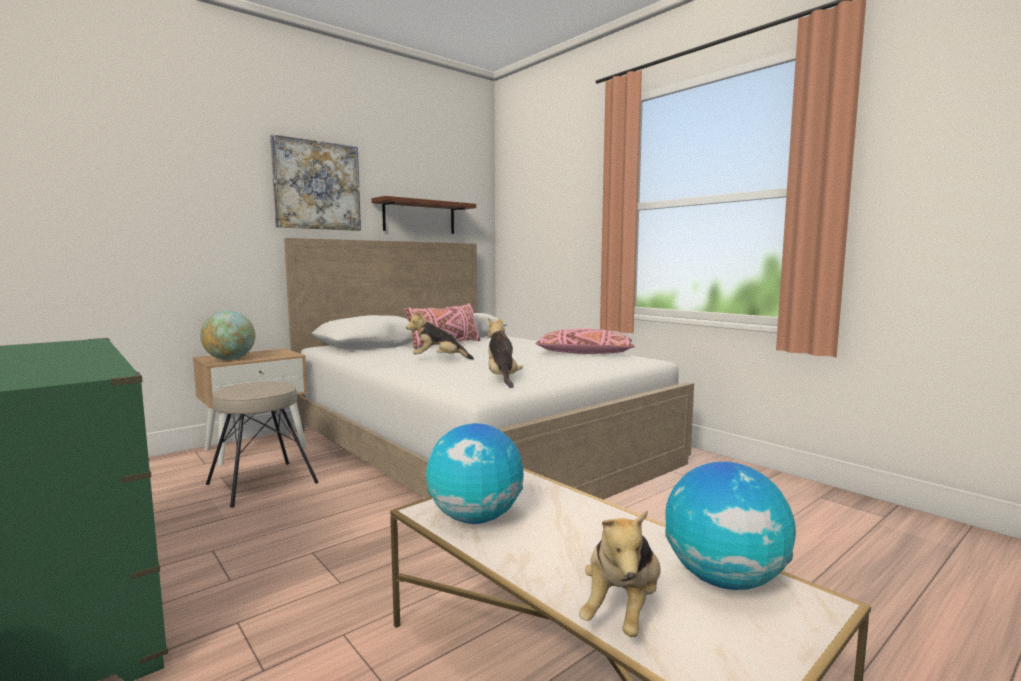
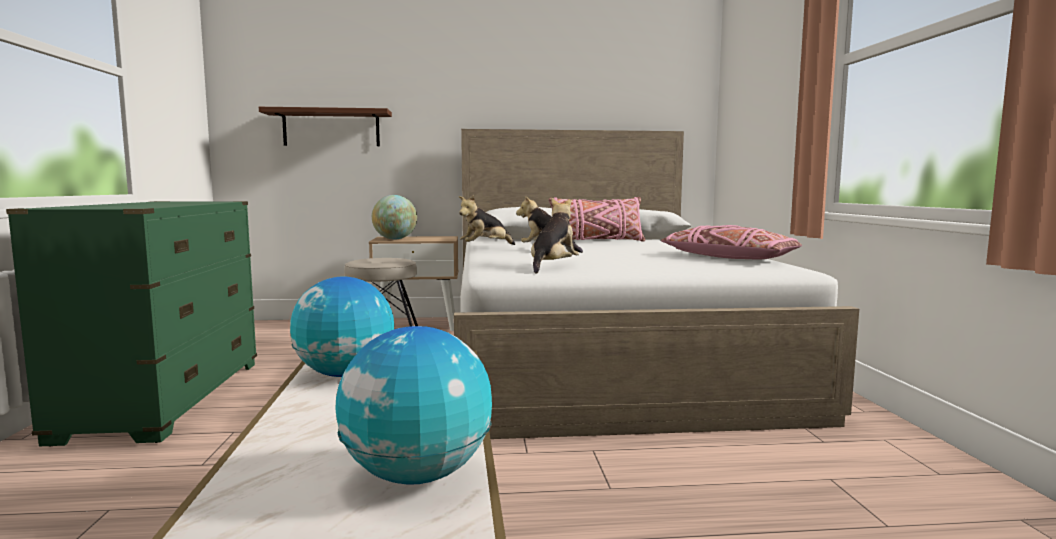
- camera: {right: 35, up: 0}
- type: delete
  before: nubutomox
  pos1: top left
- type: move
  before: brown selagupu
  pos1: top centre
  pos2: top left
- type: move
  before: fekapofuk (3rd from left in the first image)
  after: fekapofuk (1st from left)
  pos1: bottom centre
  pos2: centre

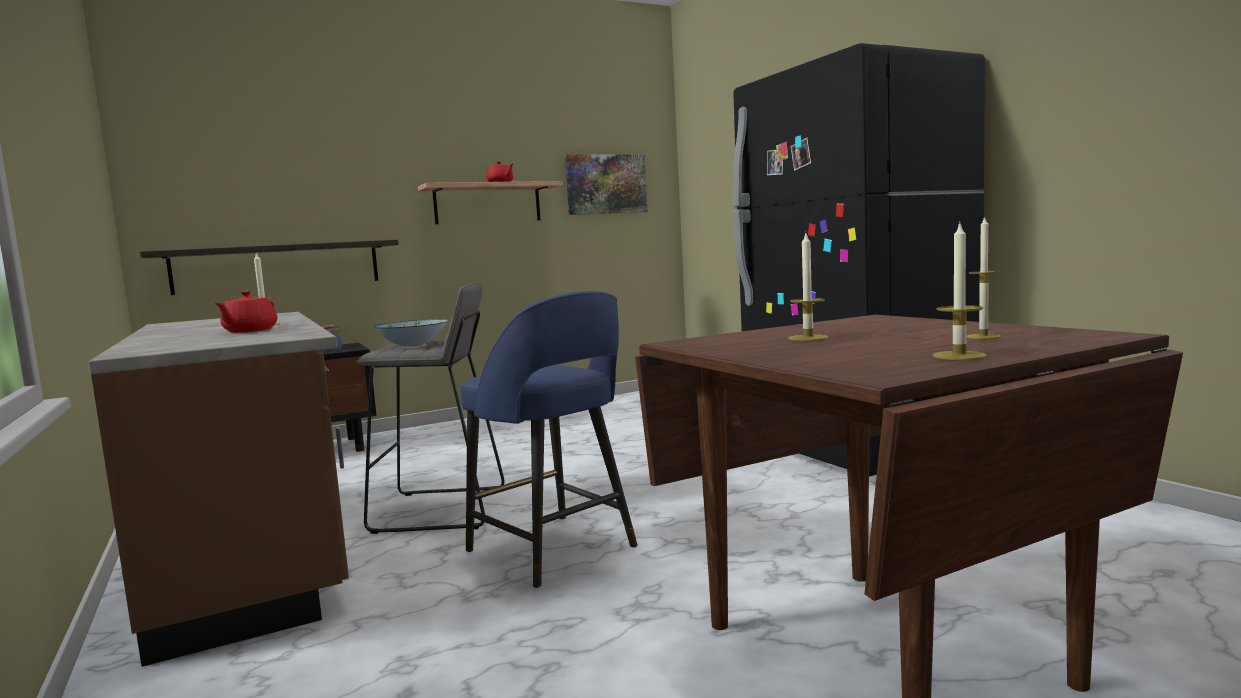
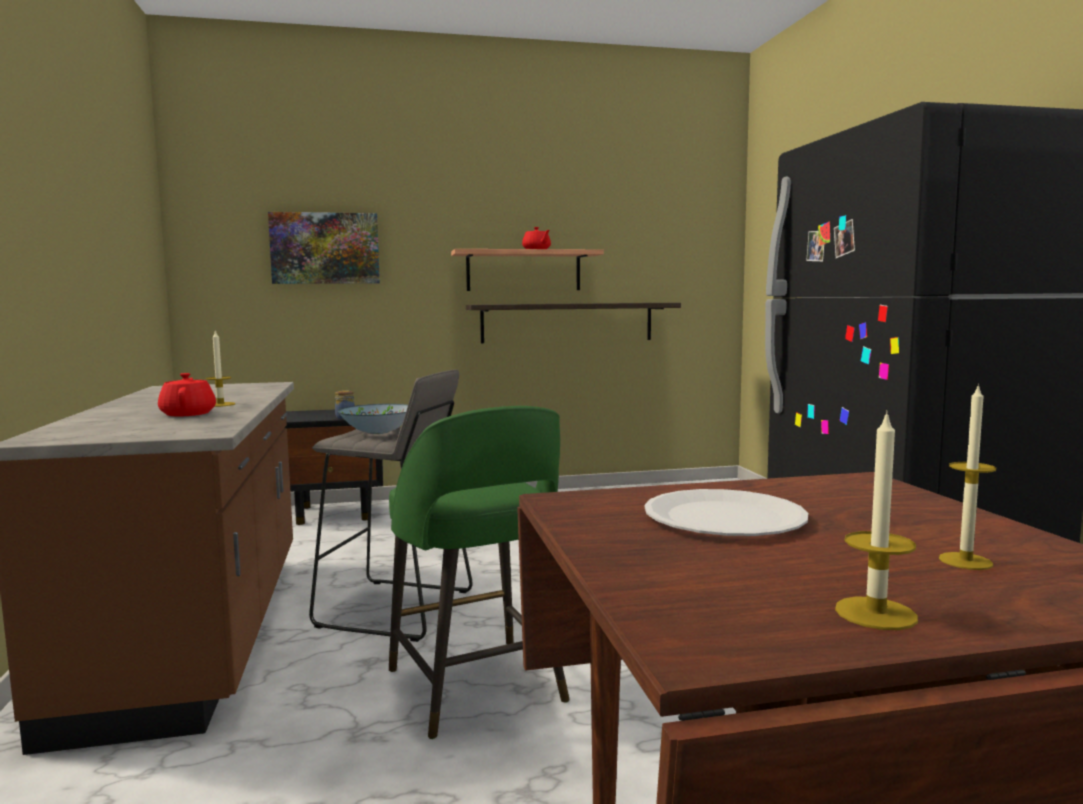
- camera: {right: 15, up: 0}
- type: move
  before: selagupu (1st from left in the first image)
  after: selagupu (2nd from left)
  pos1: middle left
  pos2: centre
- type: rotate
  before: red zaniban (1st from left)
  pos1: middle left
  pos2: middle left
  turn: 135
- type: recolor
  before: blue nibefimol
  after: green nibefimol
  pos1: centre
  pos2: bottom centre
- type: move
  before: nubutomox
  pos1: top centre
  pos2: top left
- type: replace
  before: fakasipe (2nd from left)
  after: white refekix
  pos1: centre
  pos2: middle right

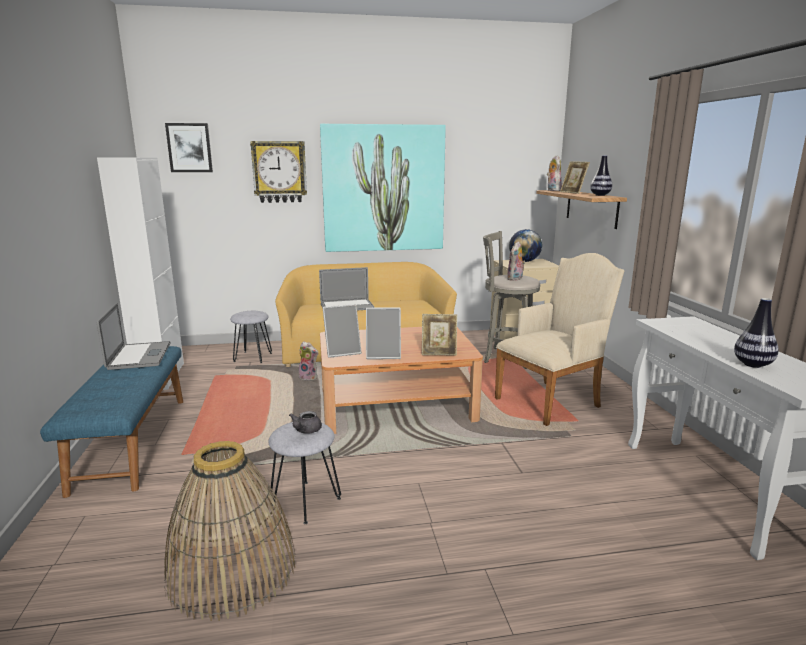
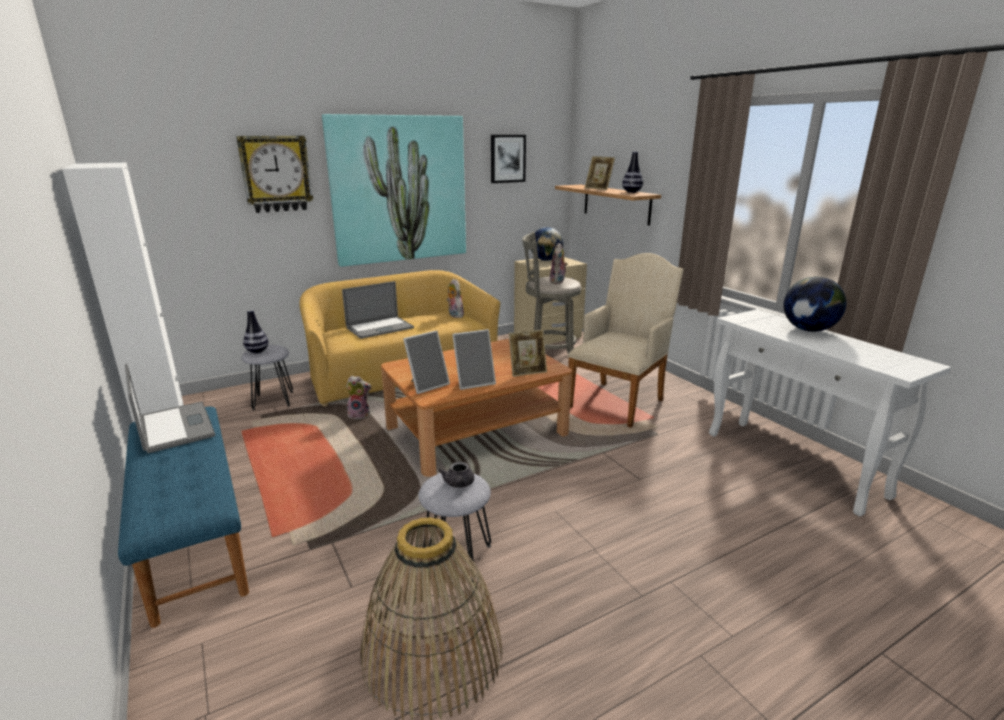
- camera: {right: -20, up: 5}
- type: move
  before: nubutomox (1st from left in the first image)
  after: nubutomox (2nd from left)
  pos1: top left
  pos2: top centre
- type: move
  before: fekapofuk (3rd from left in the first image)
  after: fekapofuk (2nd from left)
  pos1: top right
  pos2: centre
- type: move
  before: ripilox (2nd from left in the first image)
  after: ripilox (1st from left)
  pos1: middle right
  pos2: middle left
- type: insert
  after: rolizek (2nd from left)
  pos2: middle right

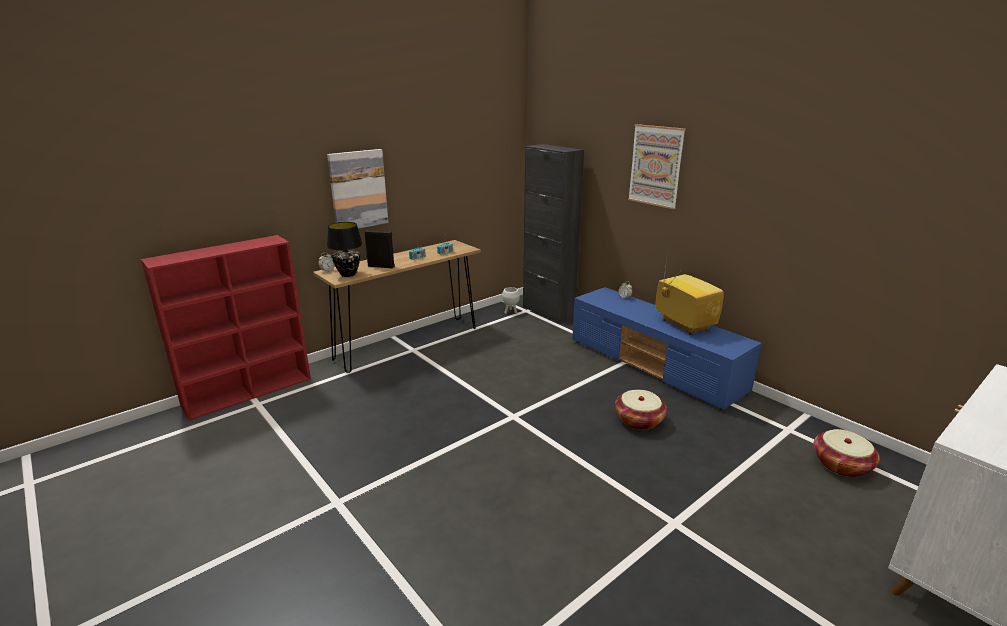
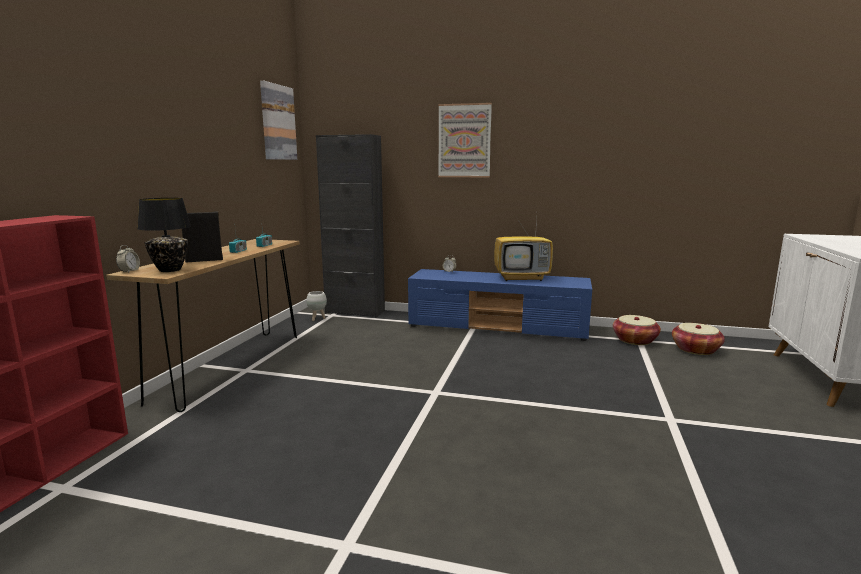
- camera: {right: -35, up: -10}
- type: move
  before: nubutomox (1st from left)
  pos1: top centre
  pos2: top left
- type: move
  before: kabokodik (1st from left)
  pos1: centre
  pos2: middle right
- type: rotate
  before: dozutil
  pos1: middle right
  pos2: centre
  turn: 150

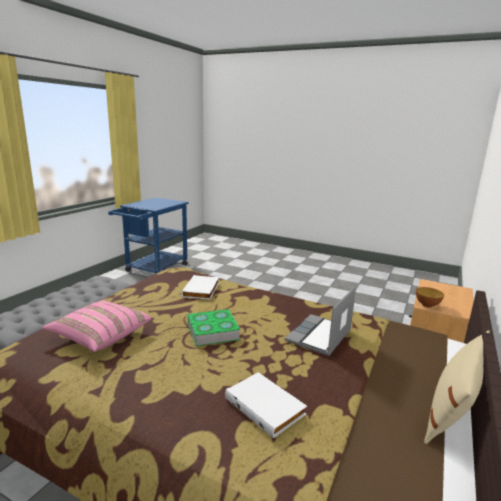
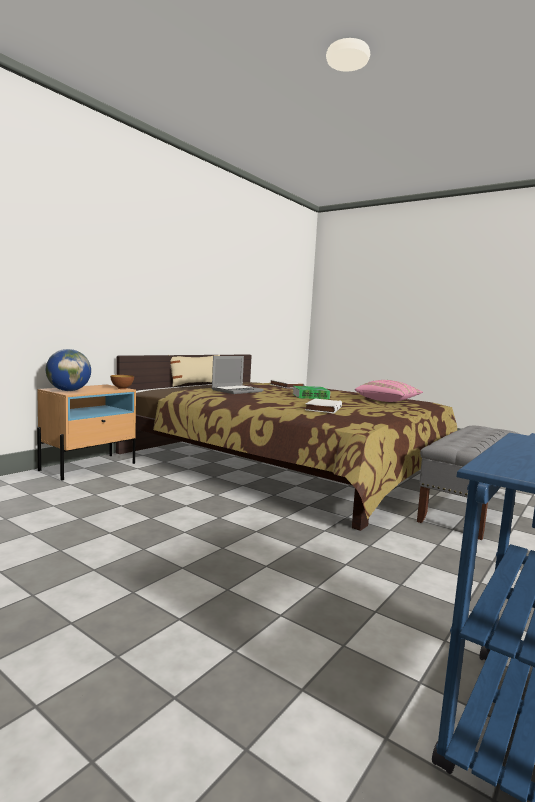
- camera: {right: -170, up: -10}
- type: insert
  after: rolizek
  pos2: middle left

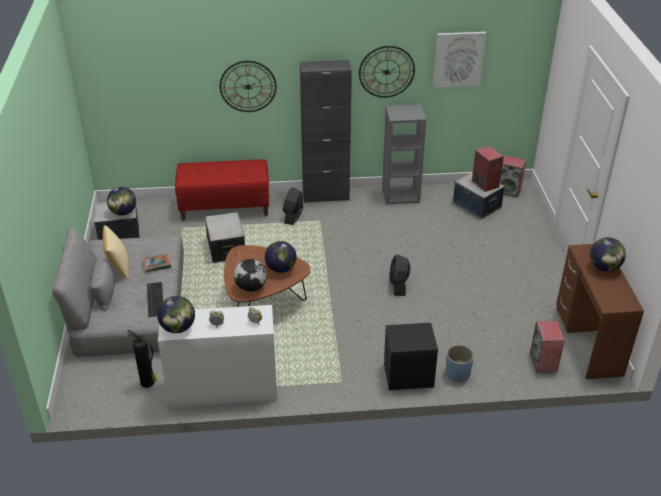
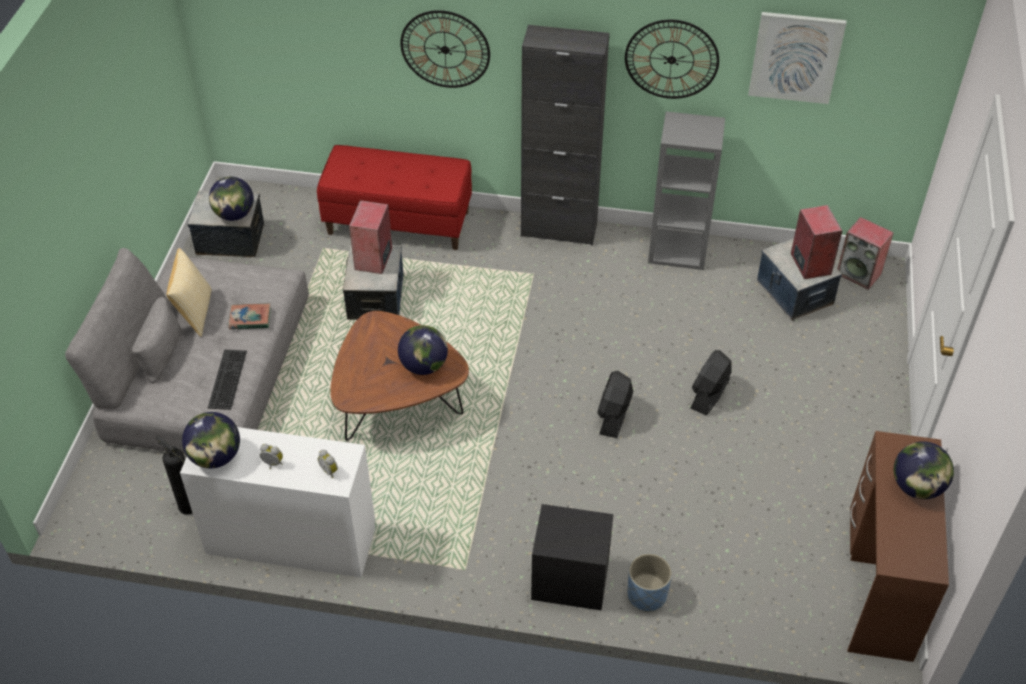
- camera: {right: 15, up: 10}
- type: delete
  before: rolizek (3rd from left)
  pos1: centre
- type: move
  before: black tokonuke (1st from left in the first image)
  after: black tokonuke (2nd from left)
  pos1: centre
  pos2: middle right
- type: move
  before: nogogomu (3rd from left in the first image)
  after: nogogomu (1st from left)
  pos1: bottom right
  pos2: centre

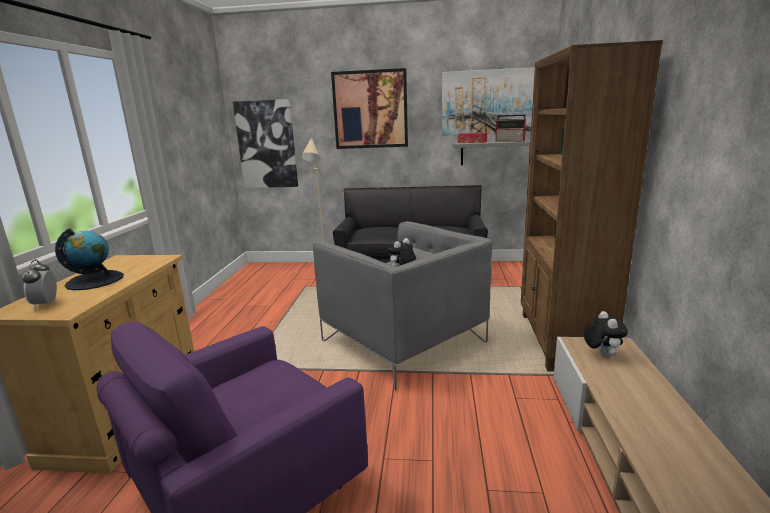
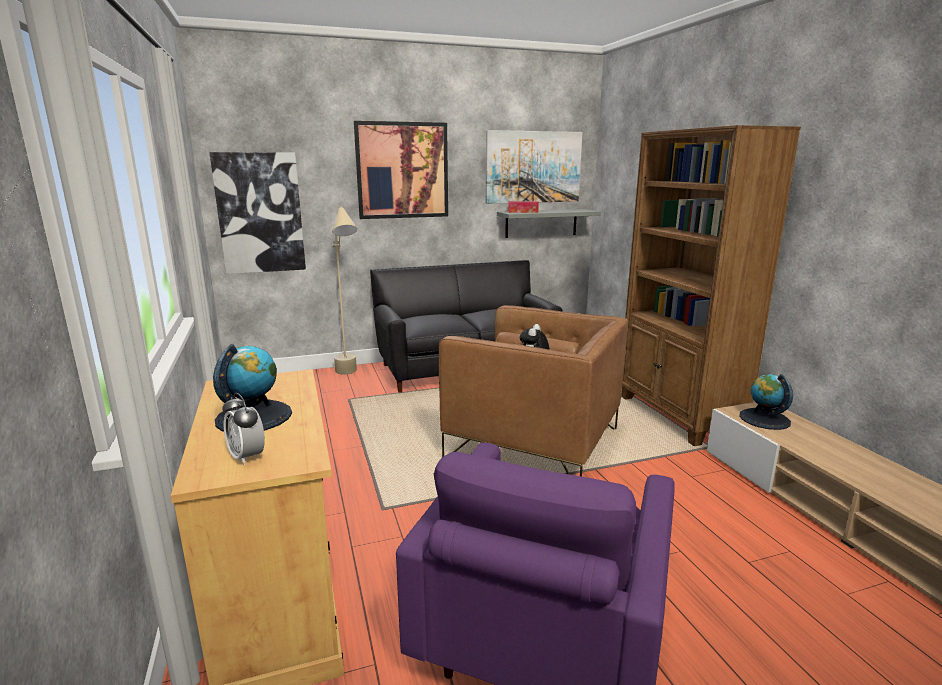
- camera: {right: -25, up: 0}
- type: recolor
  before: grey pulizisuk
  after: brown pulizisuk
  pos1: centre
  pos2: centre
- type: delete
  before: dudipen
  pos1: top centre
- type: replace
  before: fekapofuk (2nd from left)
  after: rolizek (2nd from left)
  pos1: middle right
  pos2: middle right

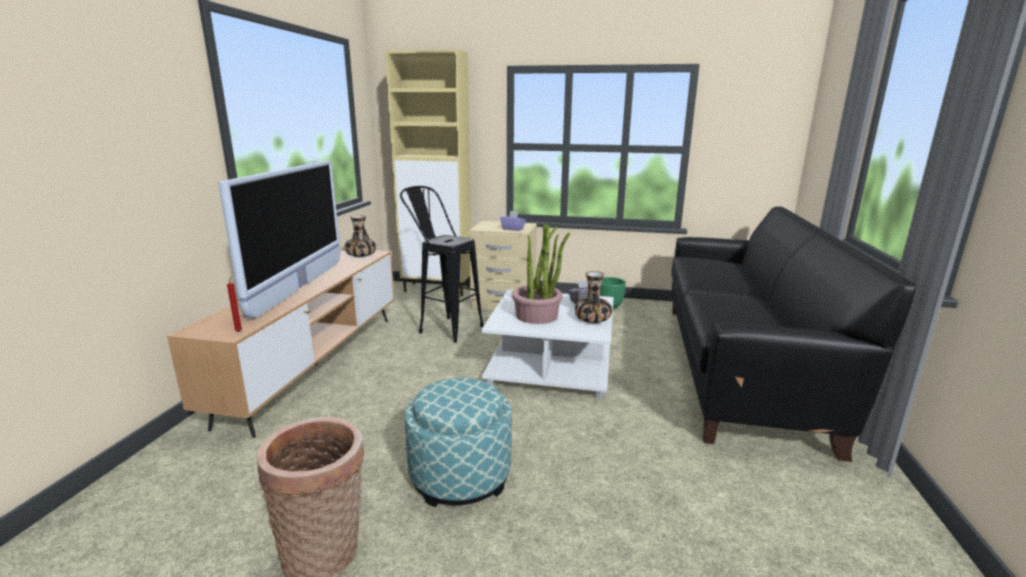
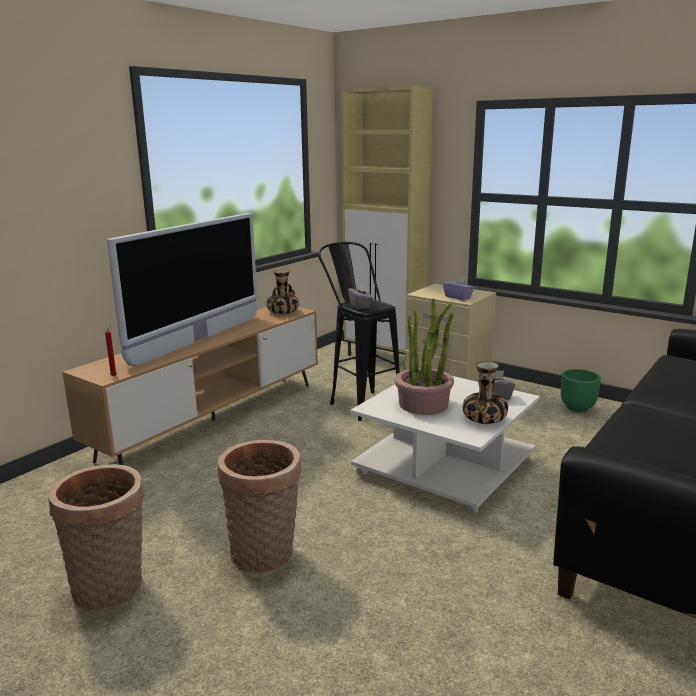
- camera: {right: 25, up: 0}
- type: replace
  before: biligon
  after: kabokodik (2nd from left)
  pos1: bottom centre
  pos2: bottom centre
- type: insert
  after: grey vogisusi (1st from left)
  pos2: centre

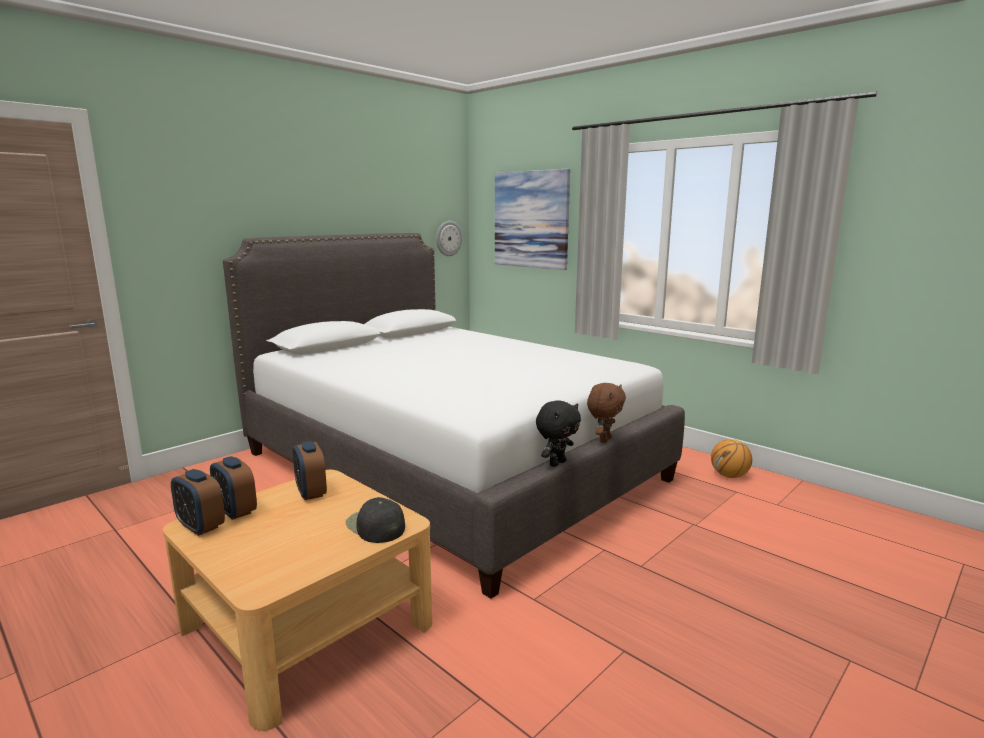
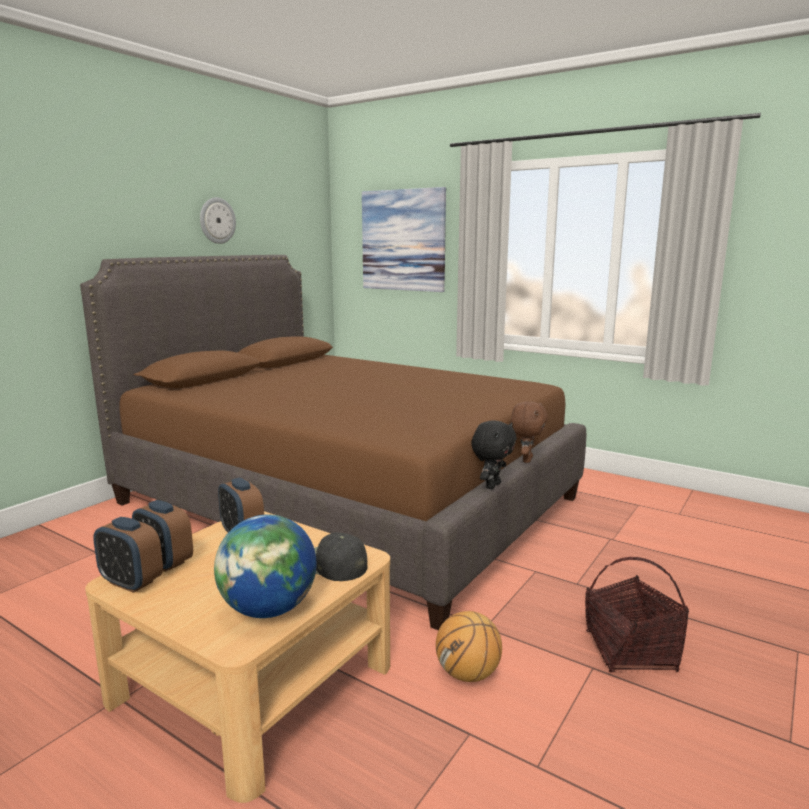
- camera: {right: -10, up: 0}
- type: recolor
  before: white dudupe
  after: brown dudupe
  pos1: centre
  pos2: centre
- type: move
  before: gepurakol
  pos1: top centre
  pos2: top left
- type: move
  before: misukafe
  pos1: middle right
  pos2: bottom centre
- type: insert
  after: rolizek
  pos2: bottom left
- type: insert
  after: kabokodik
  pos2: bottom right

